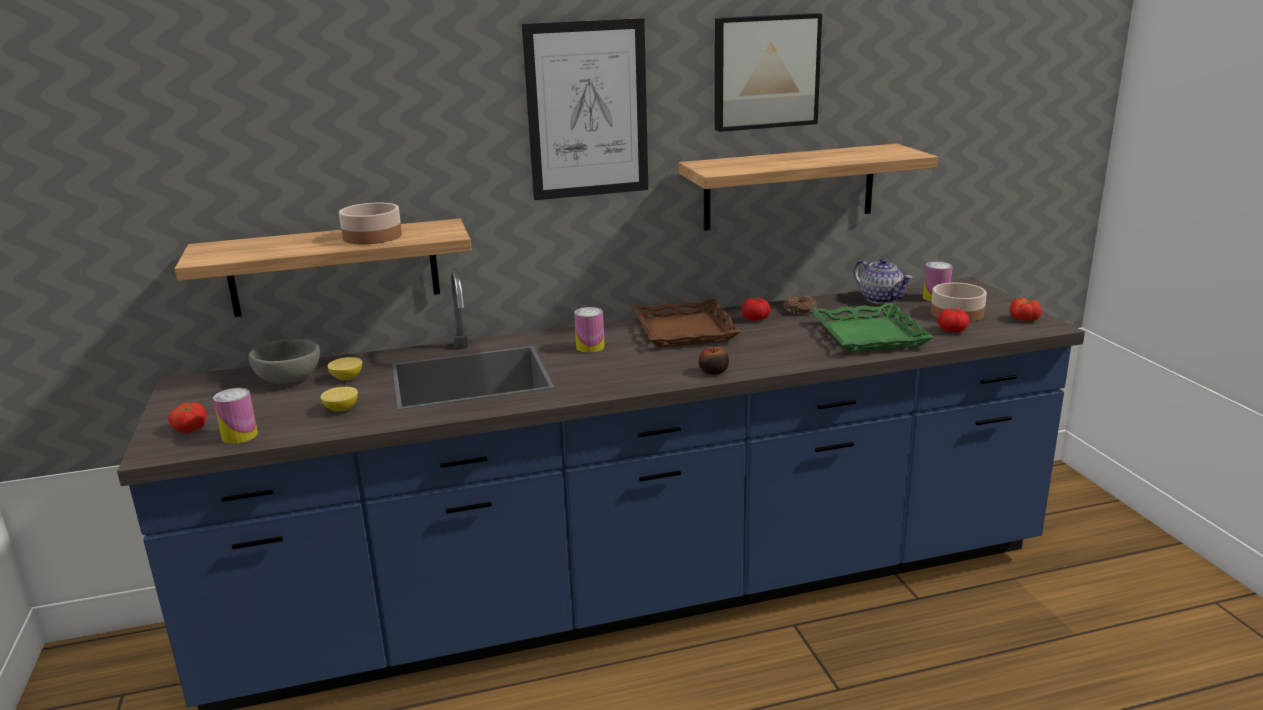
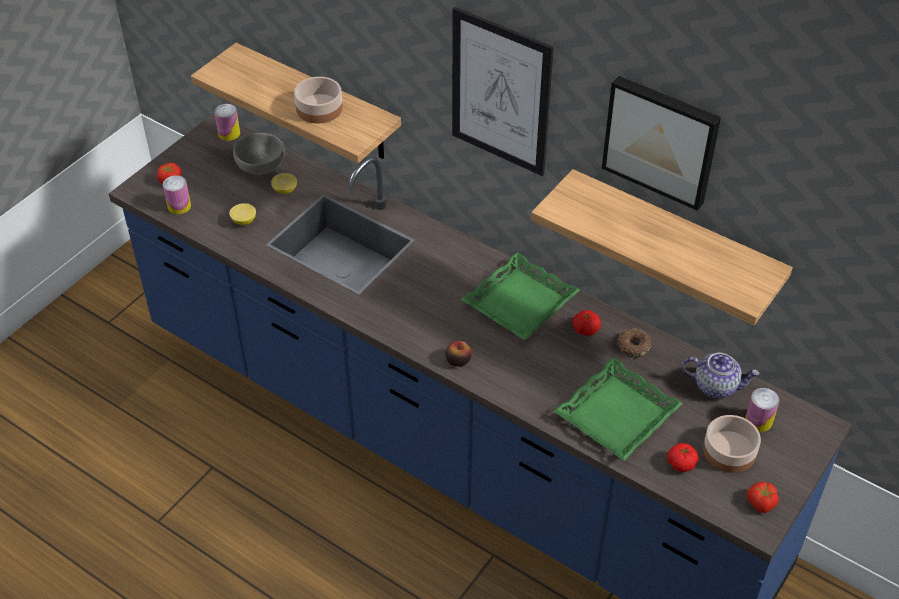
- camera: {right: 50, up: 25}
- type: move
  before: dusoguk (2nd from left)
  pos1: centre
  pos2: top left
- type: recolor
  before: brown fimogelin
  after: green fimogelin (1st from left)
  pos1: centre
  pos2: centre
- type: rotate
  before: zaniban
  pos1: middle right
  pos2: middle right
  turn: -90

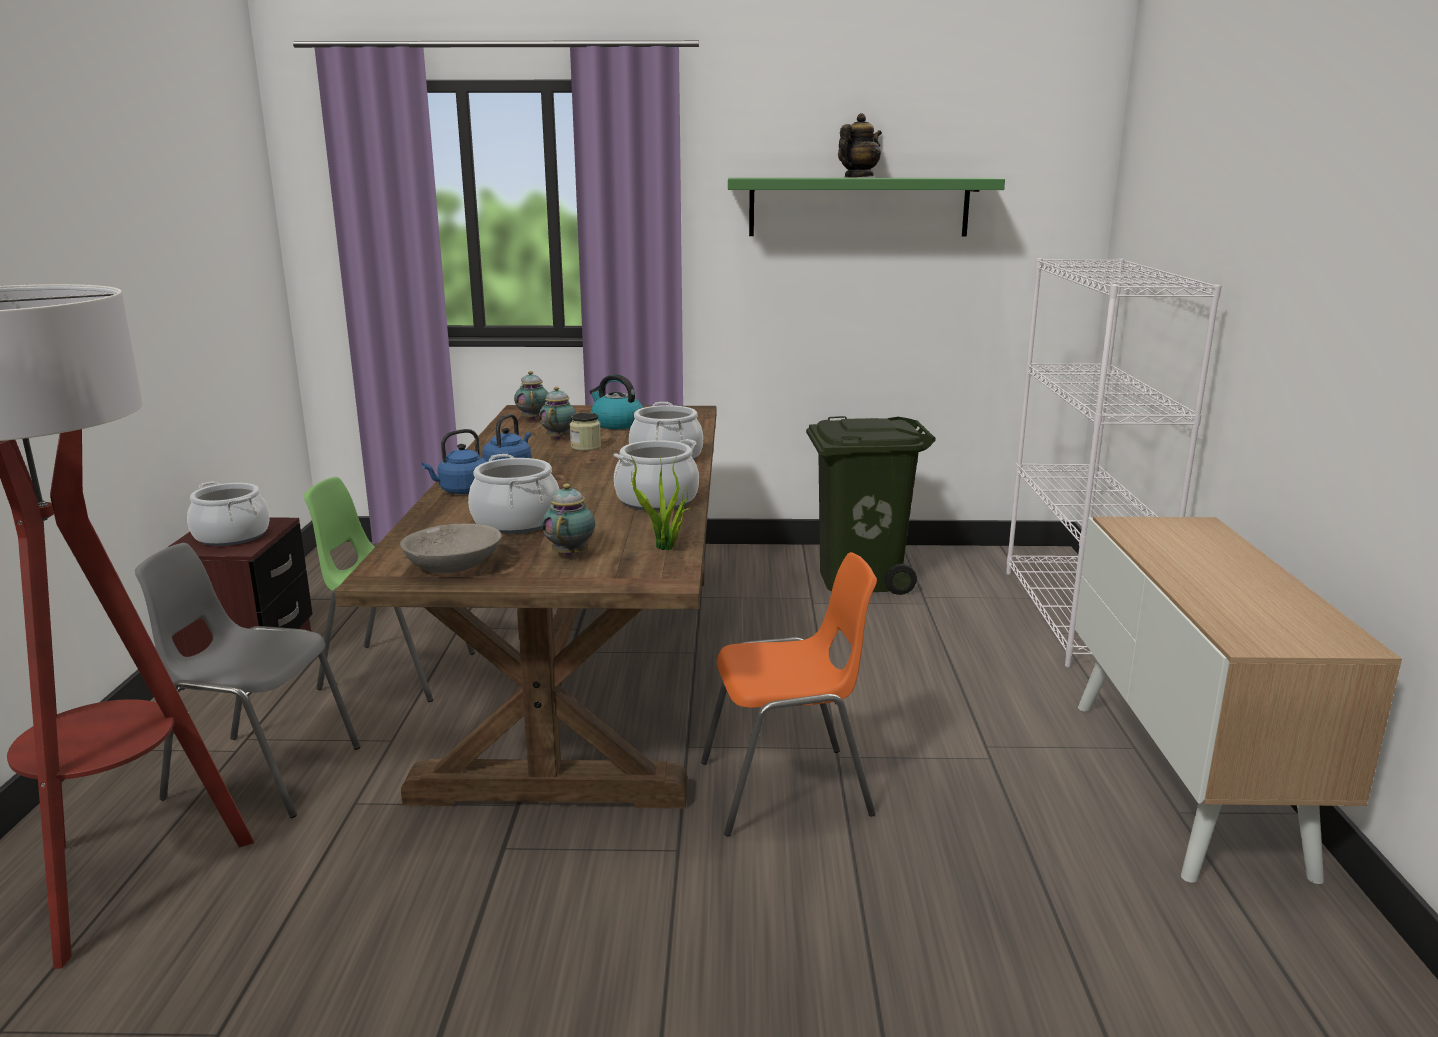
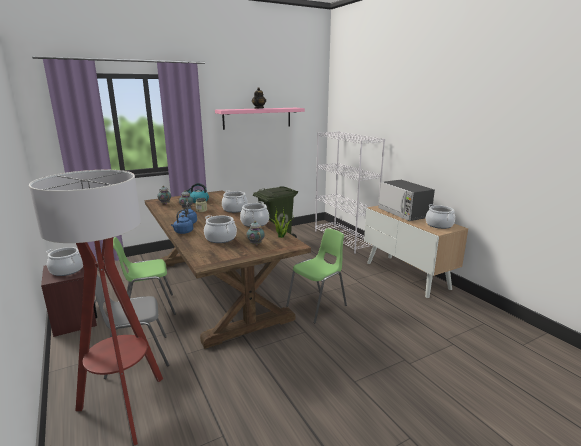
- camera: {right: -30, up: 0}
- type: delete
  before: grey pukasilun
  pos1: middle left
- type: recolor
  before: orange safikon
  after: green safikon (2nd from left)
  pos1: bottom centre
  pos2: centre
- type: recolor
  before: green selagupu
  after: pink selagupu
  pos1: top centre
  pos2: top centre
- type: insert
  after: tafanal
  pos2: middle right
- type: insert
  after: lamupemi (5th from left)
  pos2: middle right

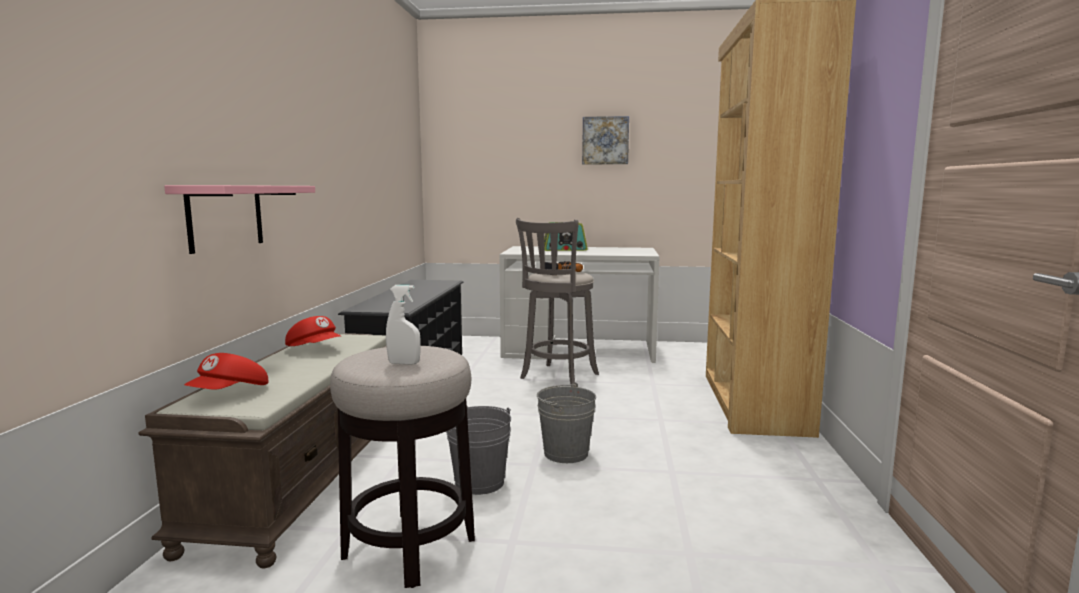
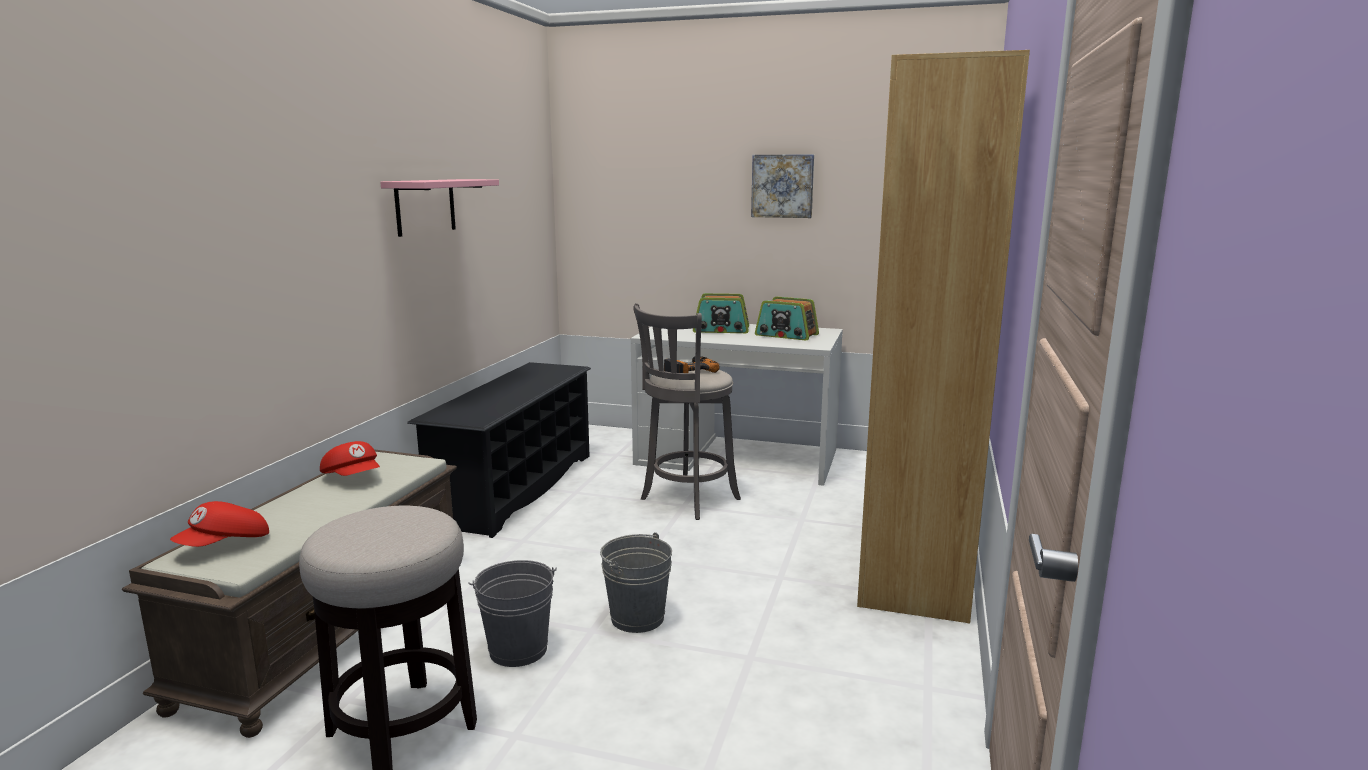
- camera: {right: 10, up: 5}
- type: move
  before: pink selagupu
  pos1: middle left
  pos2: top left
- type: delete
  before: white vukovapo
  pos1: centre
- type: insert
  after: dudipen (2nd from left)
  pos2: centre

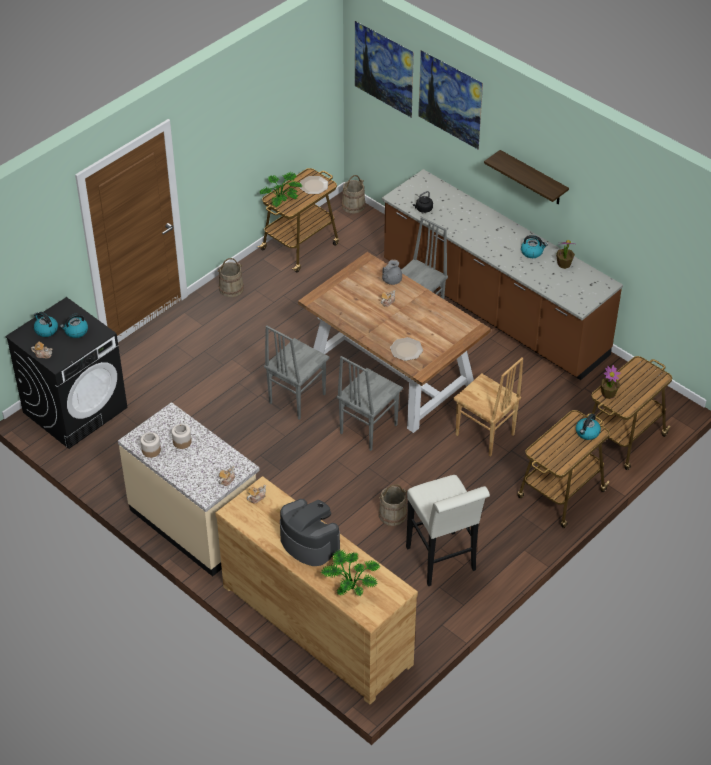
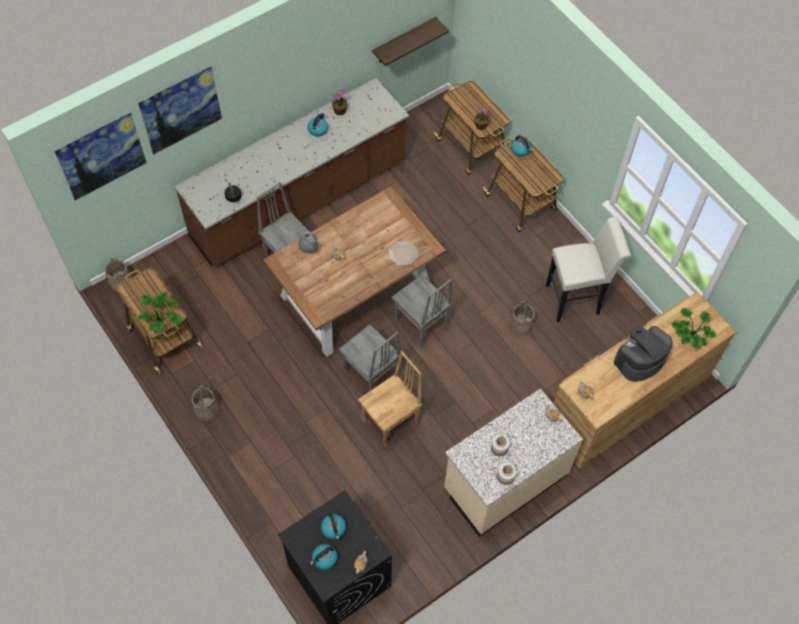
- camera: {right: -80, up: 15}
- type: delete
  before: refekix (1st from left)
  pos1: top centre
- type: move
  before: brown safikon
  pos1: middle right
  pos2: centre
- type: move
  before: selagupu
  pos1: top right
  pos2: top centre

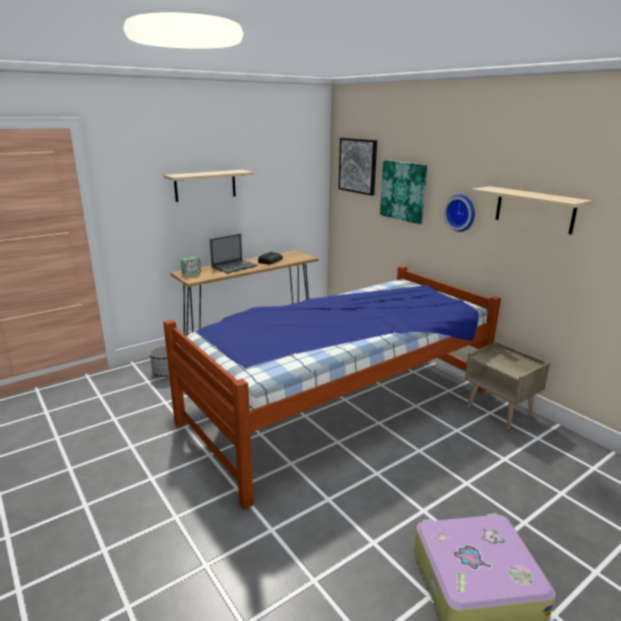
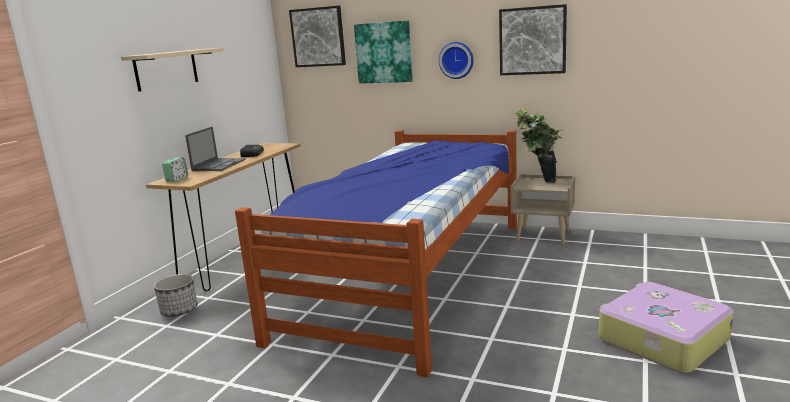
- camera: {right: -30, up: -5}
- type: replace
  before: beige selagupu (2nd from left)
  after: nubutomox (3rd from left)
  pos1: middle right
  pos2: top right
- type: insert
  after: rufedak
  pos2: middle right

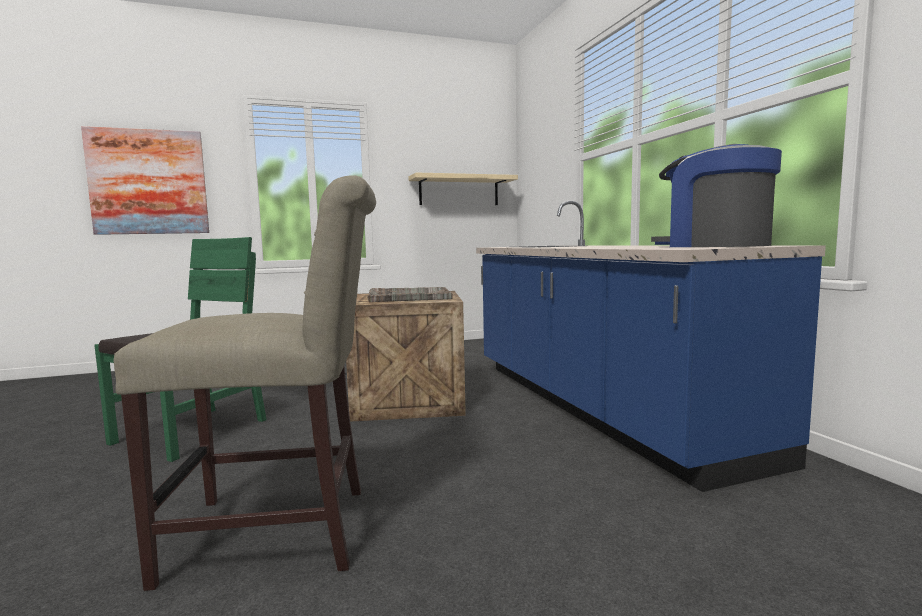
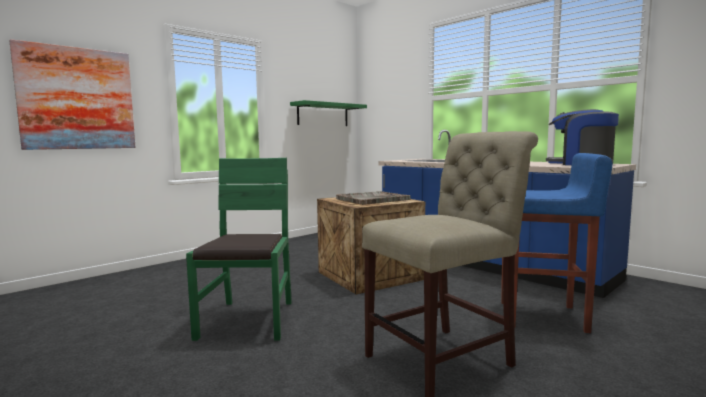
- camera: {right: -25, up: 0}
- type: recolor
  before: beige selagupu
  after: green selagupu
  pos1: top centre
  pos2: top centre
- type: insert
  after: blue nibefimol
  pos2: middle right

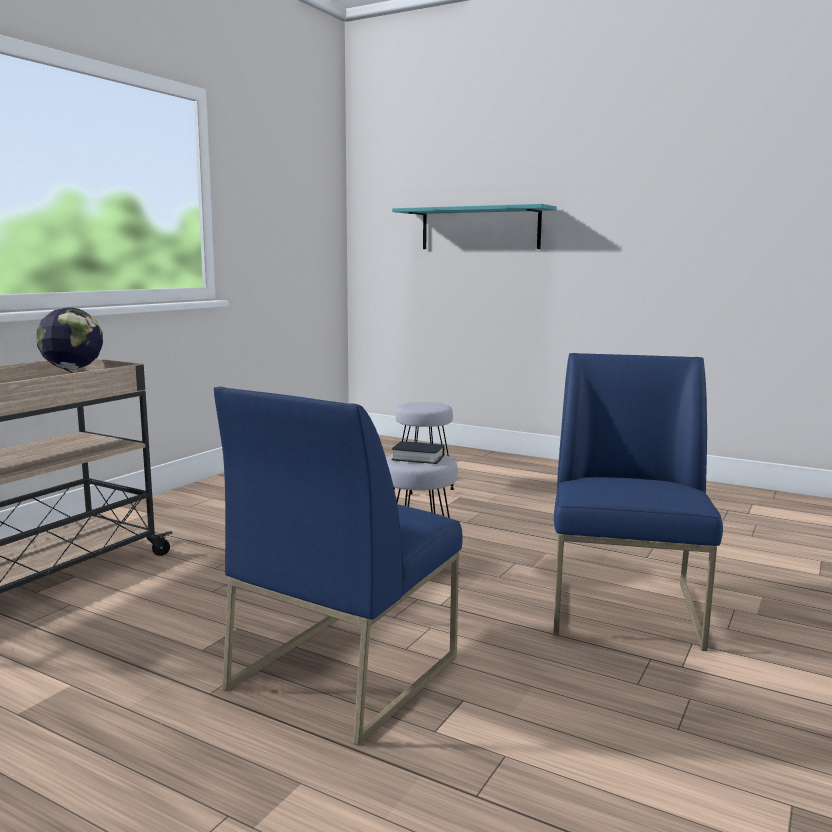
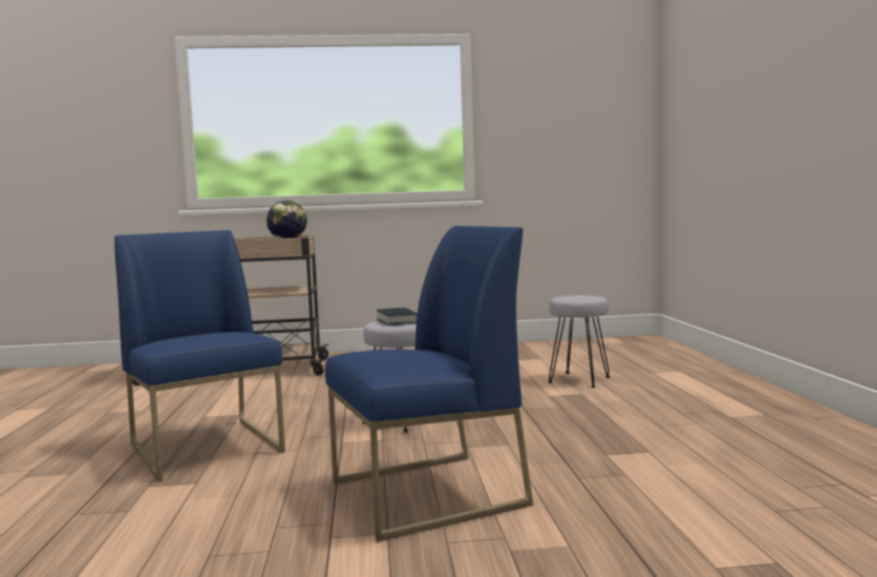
- camera: {right: 55, up: -5}
- type: rotate
  before: blue safikon (1st from left)
  pos1: bottom centre
  pos2: middle left
  turn: 60
- type: delete
  before: turquoise selagupu
  pos1: top centre

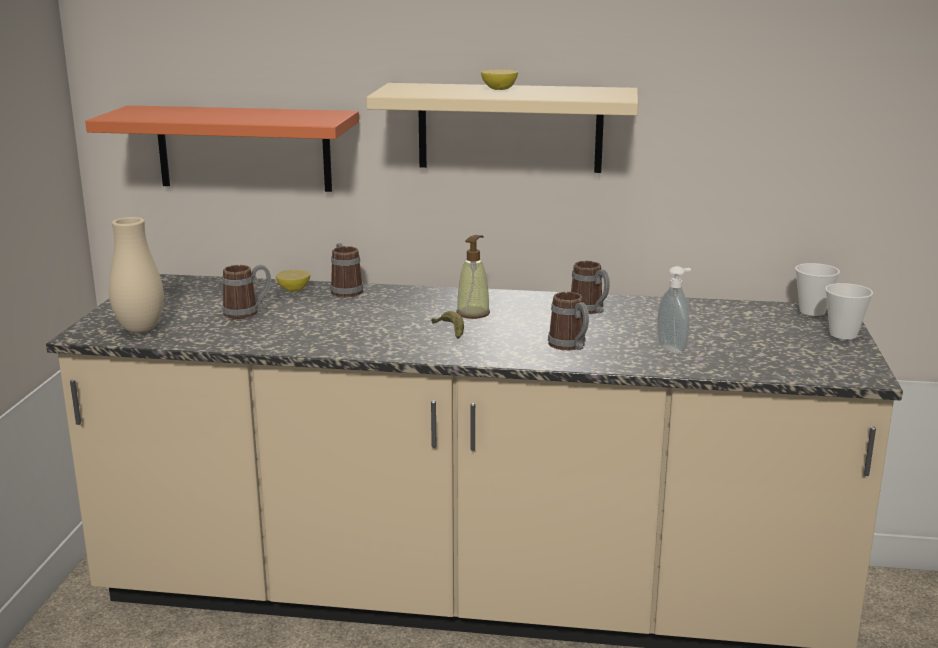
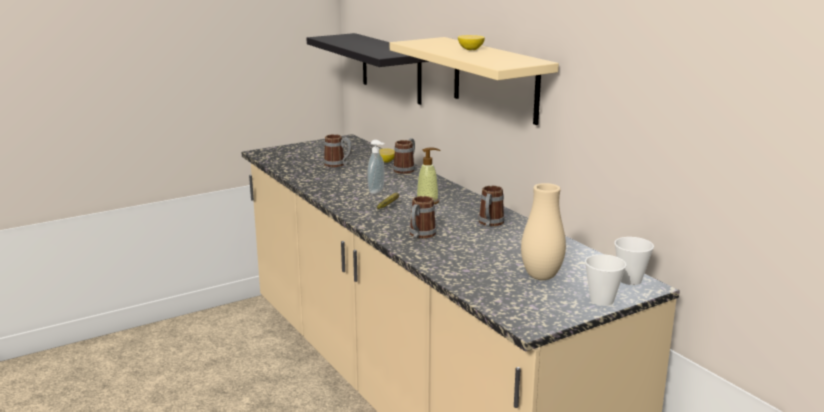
- camera: {right: 50, up: 0}
- type: recolor
  before: orange selagupu
  after: black selagupu
  pos1: top left
  pos2: top centre
- type: move
  before: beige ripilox
  pos1: middle left
  pos2: centre
- type: move
  before: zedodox (2nd from left in the first image)
  after: zedodox (1st from left)
  pos1: middle right
  pos2: centre

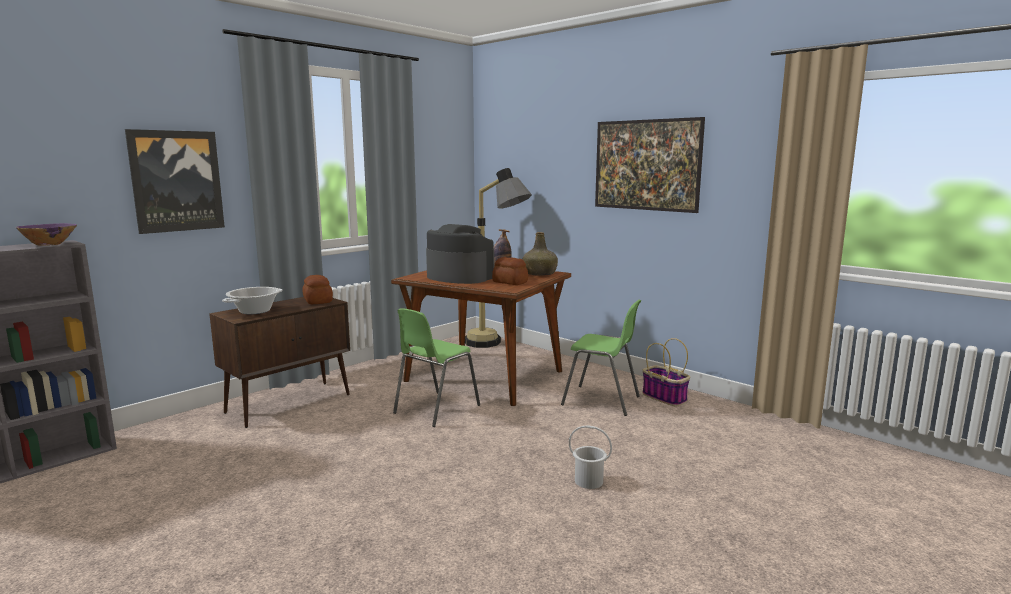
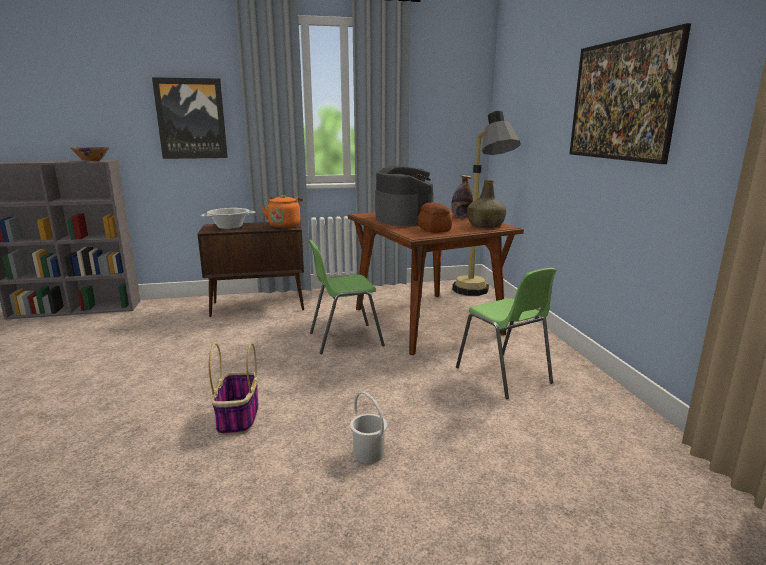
- camera: {right: 35, up: 5}
- type: replace
  before: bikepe (1st from left)
  after: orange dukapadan
  pos1: middle left
  pos2: centre
- type: move
  before: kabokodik
  pos1: centre
  pos2: bottom left

